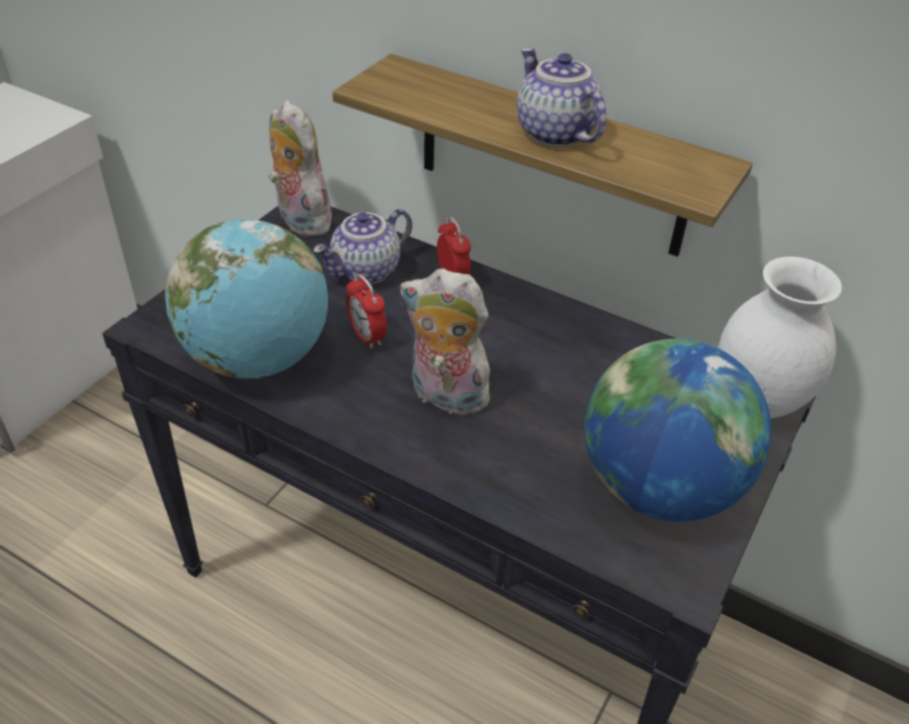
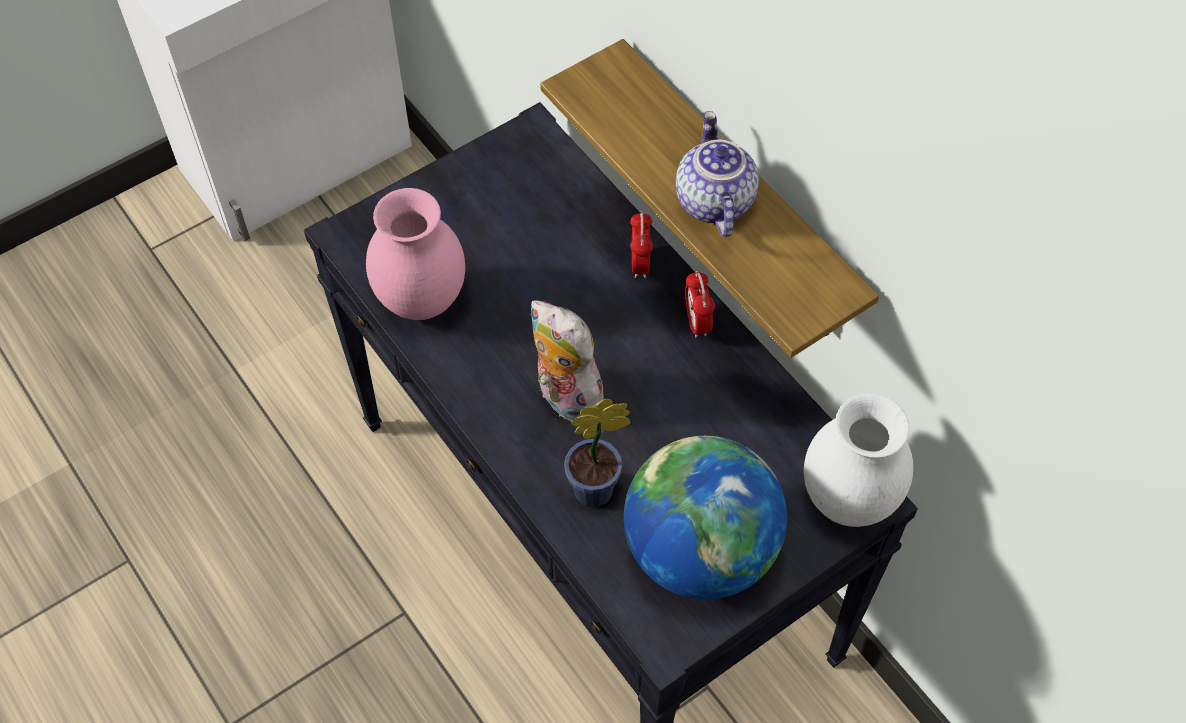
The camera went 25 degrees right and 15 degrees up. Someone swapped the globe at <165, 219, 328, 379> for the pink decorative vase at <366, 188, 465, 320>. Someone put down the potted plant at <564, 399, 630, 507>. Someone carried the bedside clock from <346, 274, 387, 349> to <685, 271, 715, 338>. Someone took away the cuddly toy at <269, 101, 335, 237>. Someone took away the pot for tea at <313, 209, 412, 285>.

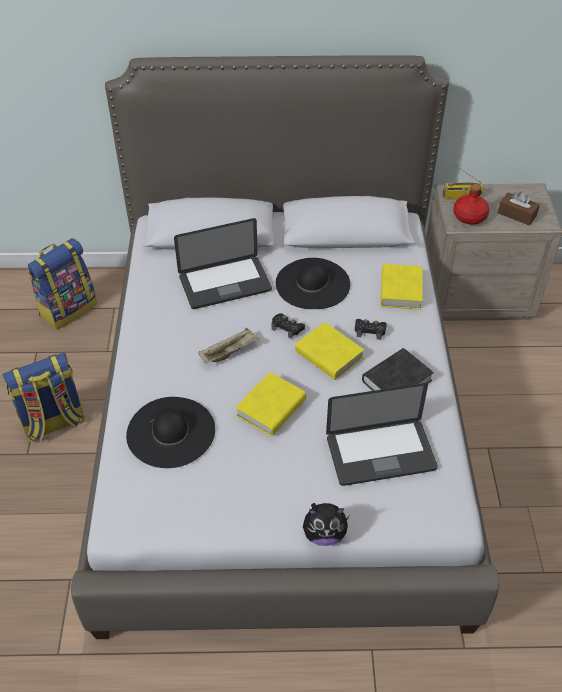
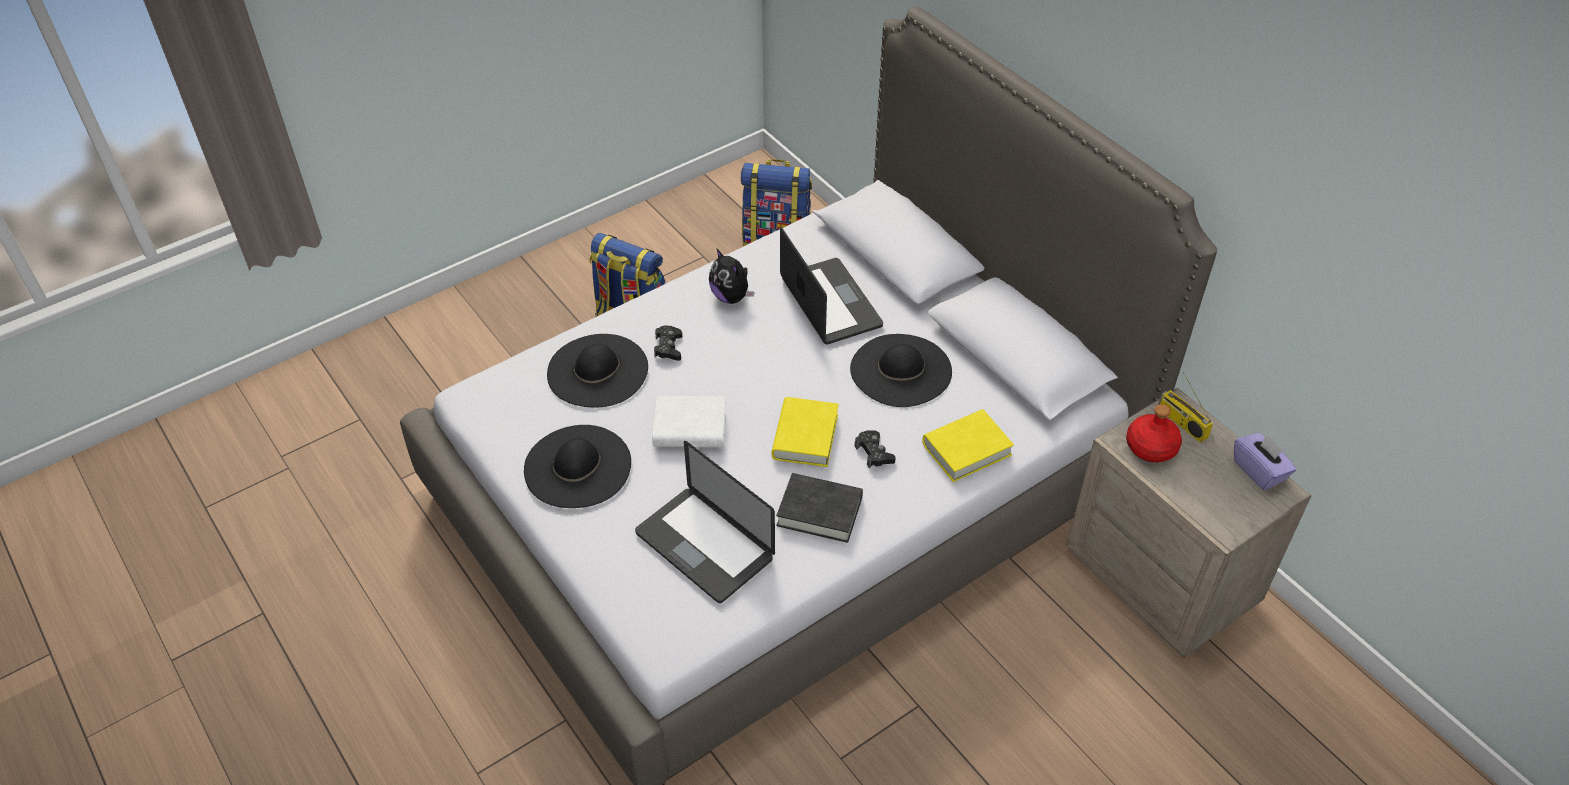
The camera went 55 degrees right and 0 degrees up. Someone put down the black-coloured wearable hat at <524, 425, 631, 508>. Someone repainted the yellowish bound book at <236, 372, 306, 436>, which became the white bound book at <652, 395, 726, 448>. Someone carried the black-coloured gamepad from <272, 313, 305, 339> to <654, 326, 682, 361>. Someone carried the cuddly toy from <303, 503, 350, 546> to <709, 249, 754, 304>. Someone rotated the notebook computer at <174, 218, 272, 309> by 150 degrees counterclockwise. Someone put down the purple-coloured box of tissues at <1234, 433, 1297, 490>. Someone took away the beige-coloured serving tray at <199, 328, 259, 364>. Someone took away the brown-coloured box of tissues at <498, 191, 540, 225>.

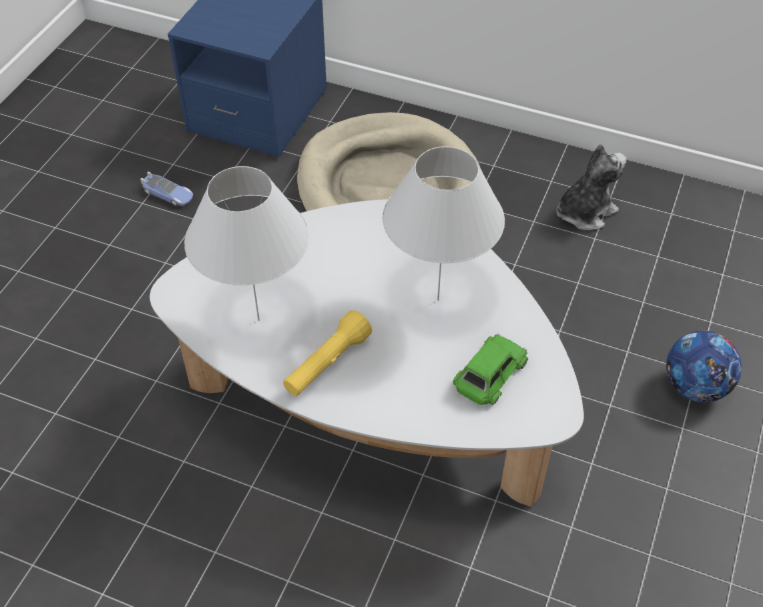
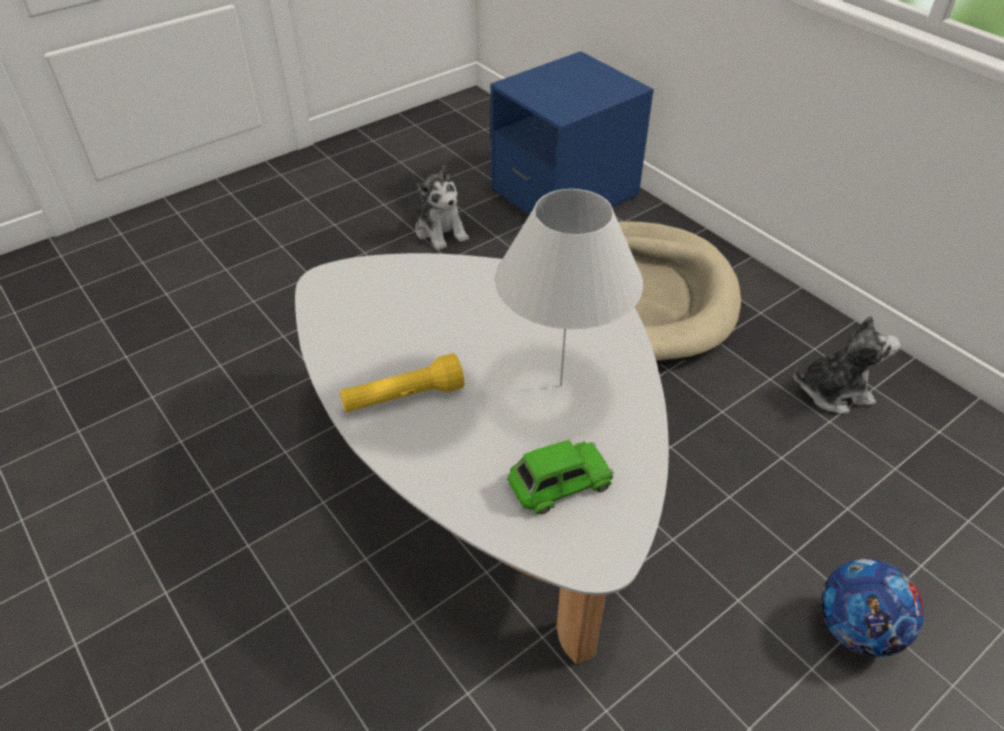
The camera went 30 degrees right and 5 degrees down. Someone swapped the model car at <140, 172, 193, 206> for the cuddly toy at <415, 165, 469, 250>. Someone took away the white lamp for a table at <184, 166, 309, 321>.

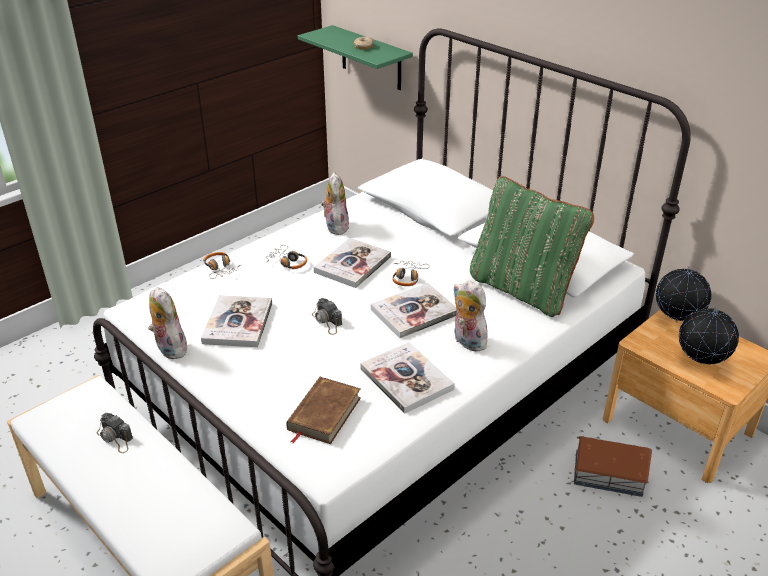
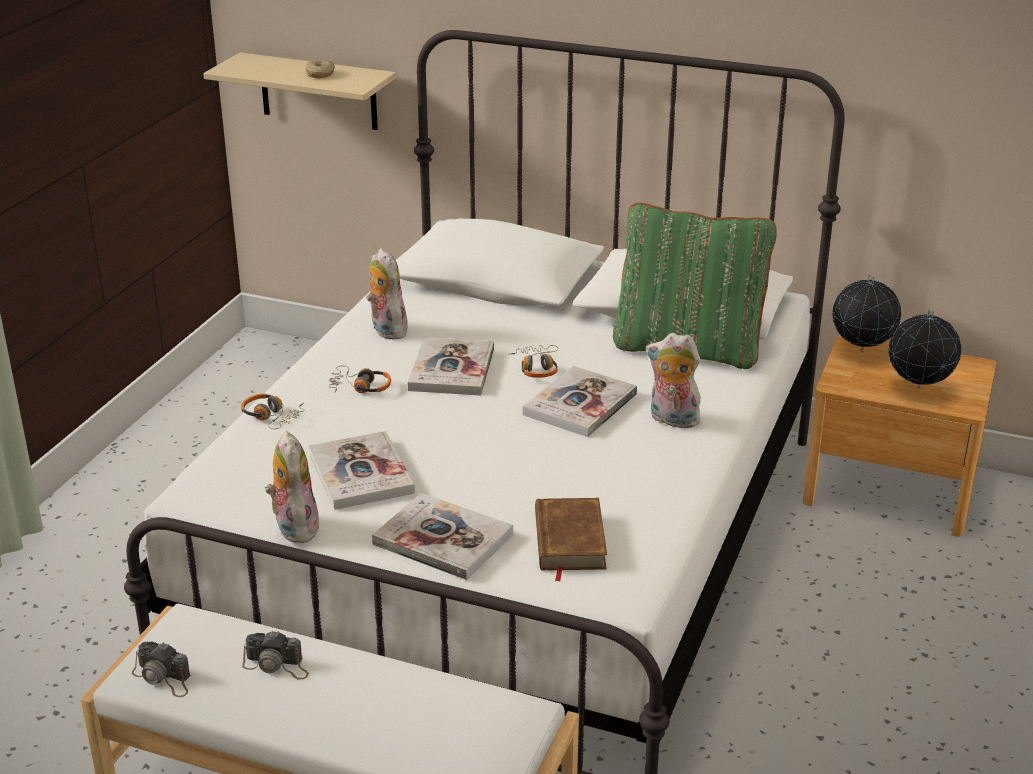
The camera went 25 degrees left and 5 degrees down. Someone carried the photo camera from <312, 298, 342, 335> to <132, 642, 190, 697>. Someone repainted the greenish bracket shelf at <298, 25, 413, 90>, which became the beige-coloured bracket shelf at <203, 52, 396, 130>. Someone rotated the cuddly toy at <148, 287, 187, 359> by 45 degrees clockwise. Someone carried the bound book from <360, 342, 455, 414> to <372, 493, 513, 580>. Someone took away the toy house at <574, 436, 652, 497>.

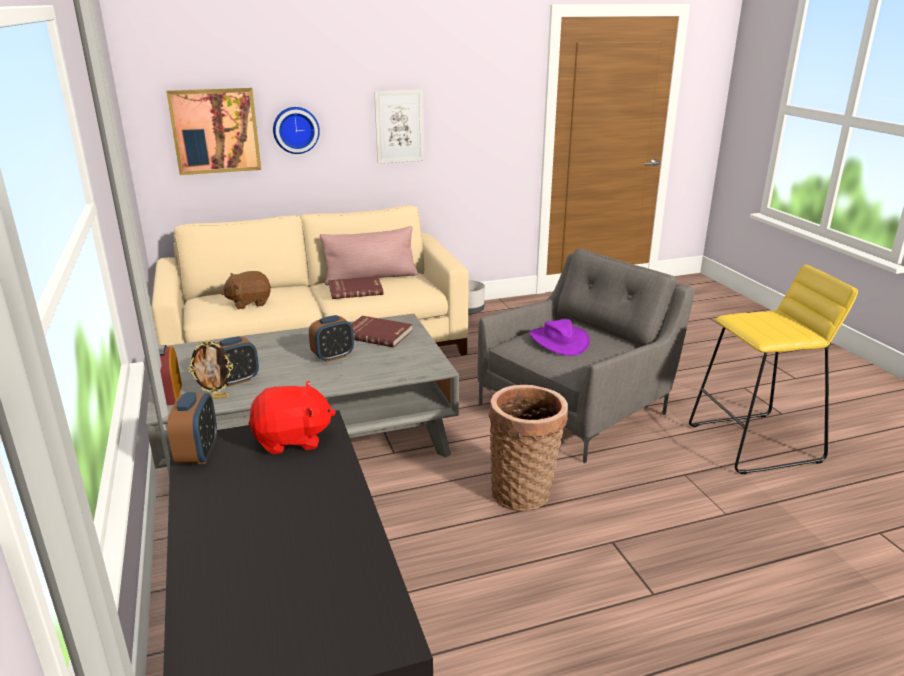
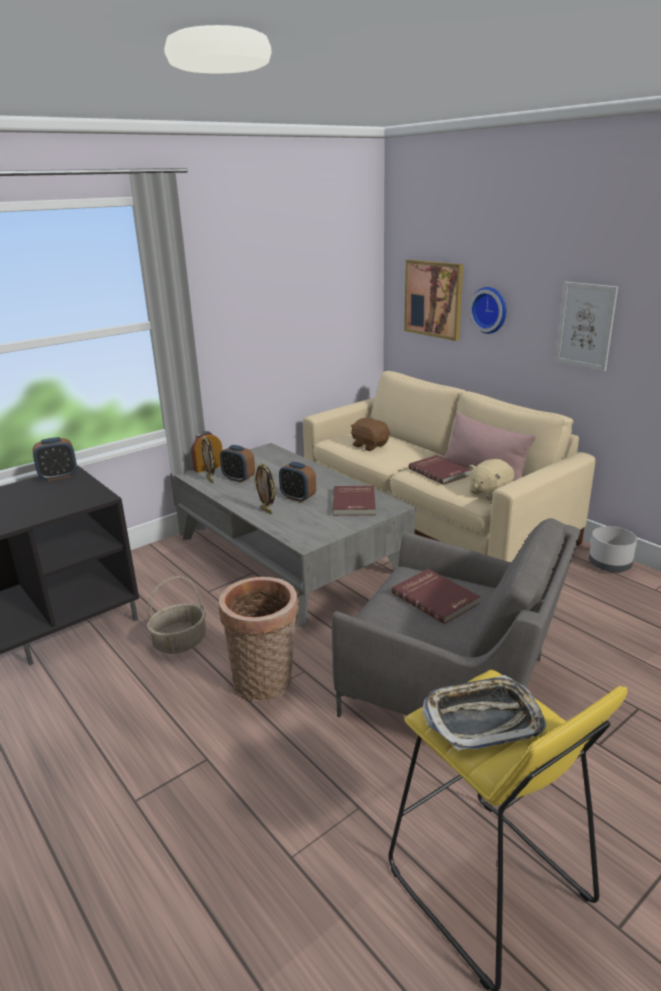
The camera went 70 degrees right and 0 degrees up. Someone put down the basket at <147, 576, 206, 654>. Someone put down the photo frame at <254, 463, 275, 514>. Someone swapped the purple-coloured wearable hat at <530, 319, 590, 356> for the reddish bound book at <392, 569, 480, 624>. Someone put down the serving tray at <422, 675, 546, 751>. Someone put down the beige-coloured cuddly toy at <469, 459, 515, 500>. Someone took away the reddish cuddly toy at <248, 381, 336, 454>.

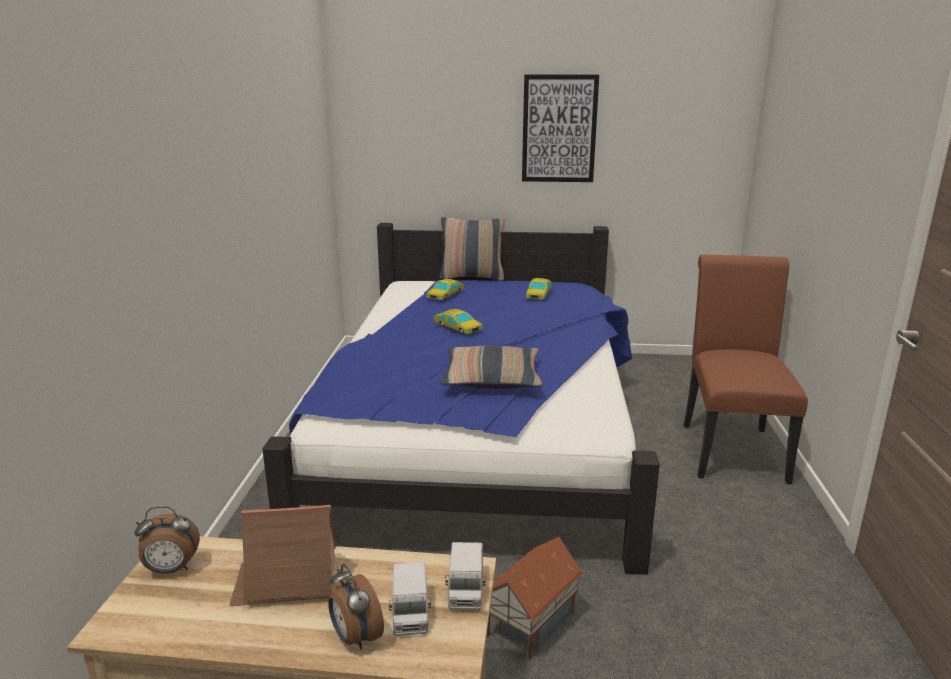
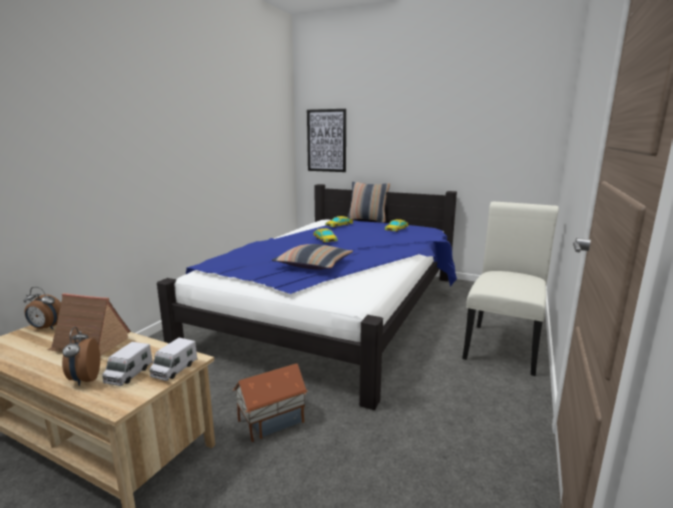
The camera went 20 degrees right and 5 degrees down. Someone carried the picture from <522, 75, 599, 182> to <307, 109, 346, 172>. Someone repainted the brown-coloured chair at <684, 255, 808, 484>, which became the white chair at <462, 202, 559, 376>.

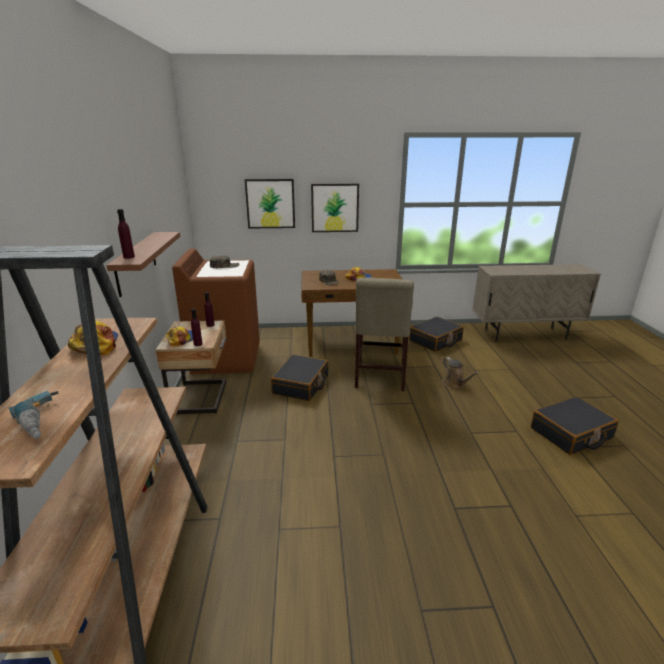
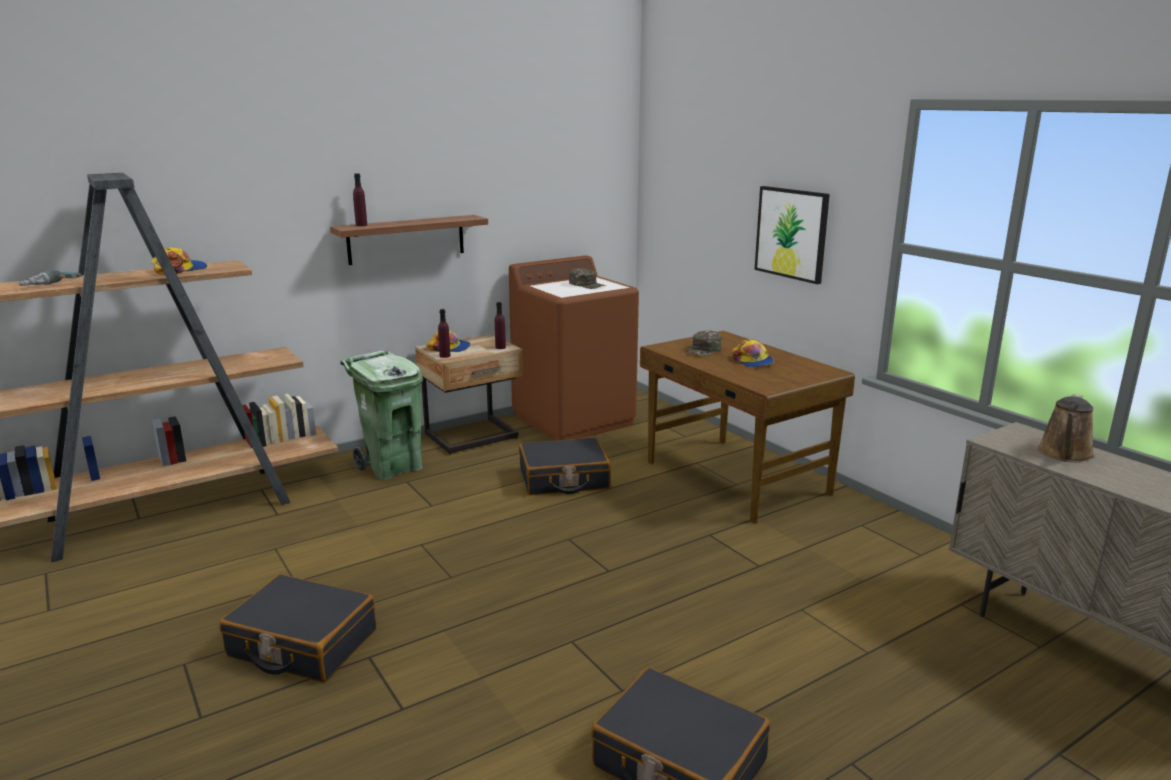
The camera went 60 degrees right and 5 degrees down. Someone carried the black-coloured travel case from <409, 317, 464, 352> to <219, 574, 376, 682>. Someone put down the greenish trash can at <340, 351, 423, 480>. Someone carried the brown-coloured sprinkling can from <442, 357, 479, 389> to <1037, 394, 1095, 462>. Someone took away the picture at <245, 179, 295, 229>. Someone took away the beige-coloured chair at <355, 278, 414, 391>.

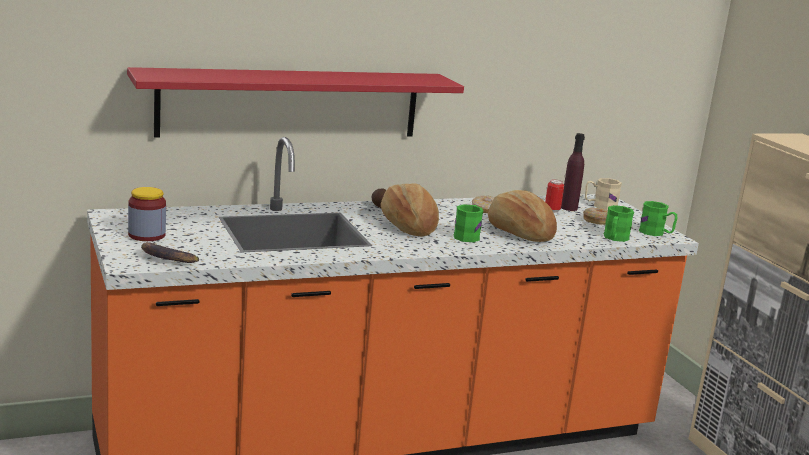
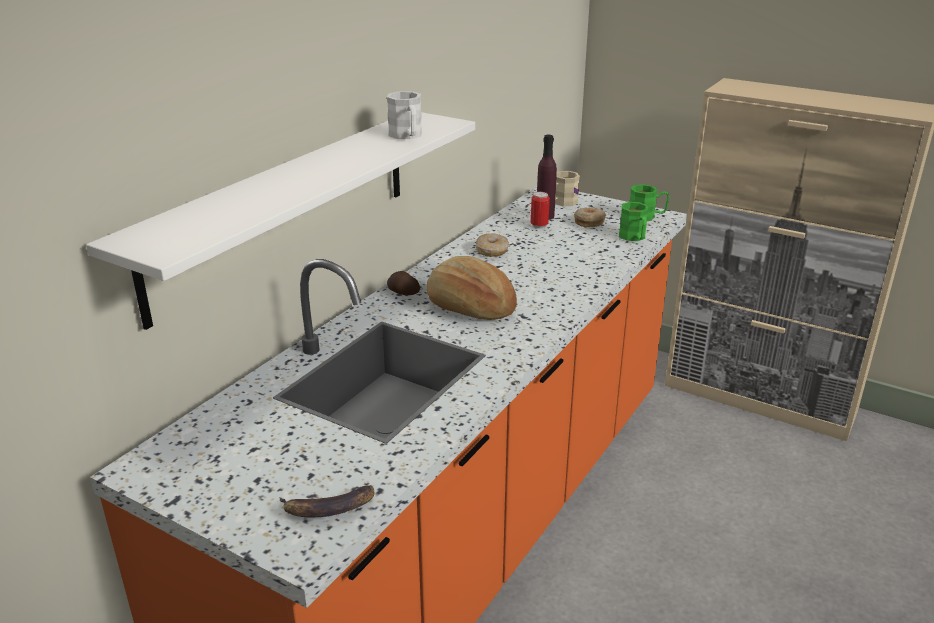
The camera went 35 degrees left and 10 degrees up. Someone repainted the reddish bracket shelf at <127, 67, 464, 138>, which became the white bracket shelf at <86, 112, 475, 330>. Someone put down the white mug at <387, 91, 422, 139>. Someone took away the storage jar at <128, 187, 166, 241>. Someone took away the greenish mug at <454, 204, 483, 242>. Someone took away the bread at <488, 190, 557, 242>.

